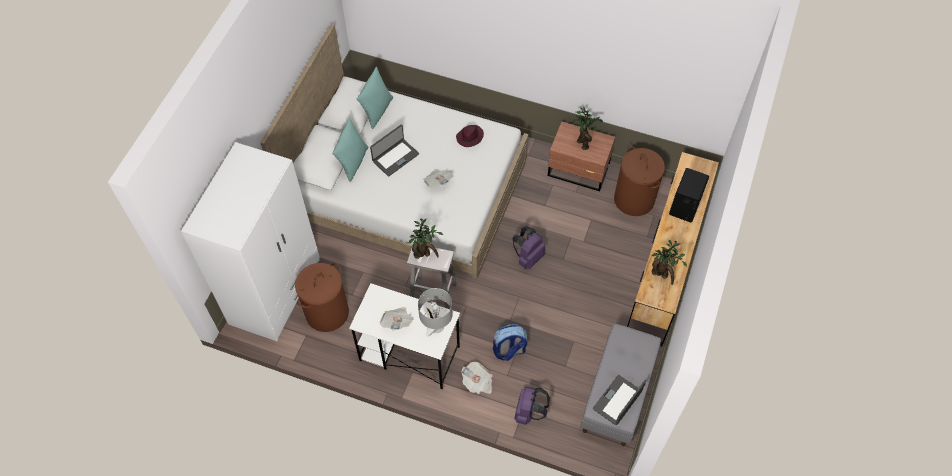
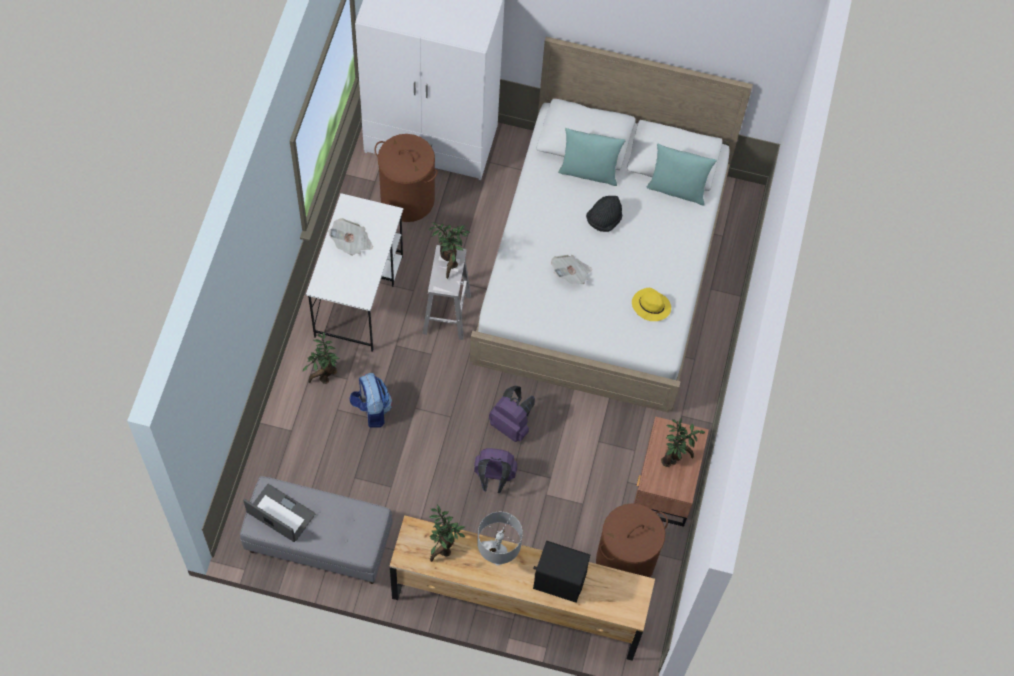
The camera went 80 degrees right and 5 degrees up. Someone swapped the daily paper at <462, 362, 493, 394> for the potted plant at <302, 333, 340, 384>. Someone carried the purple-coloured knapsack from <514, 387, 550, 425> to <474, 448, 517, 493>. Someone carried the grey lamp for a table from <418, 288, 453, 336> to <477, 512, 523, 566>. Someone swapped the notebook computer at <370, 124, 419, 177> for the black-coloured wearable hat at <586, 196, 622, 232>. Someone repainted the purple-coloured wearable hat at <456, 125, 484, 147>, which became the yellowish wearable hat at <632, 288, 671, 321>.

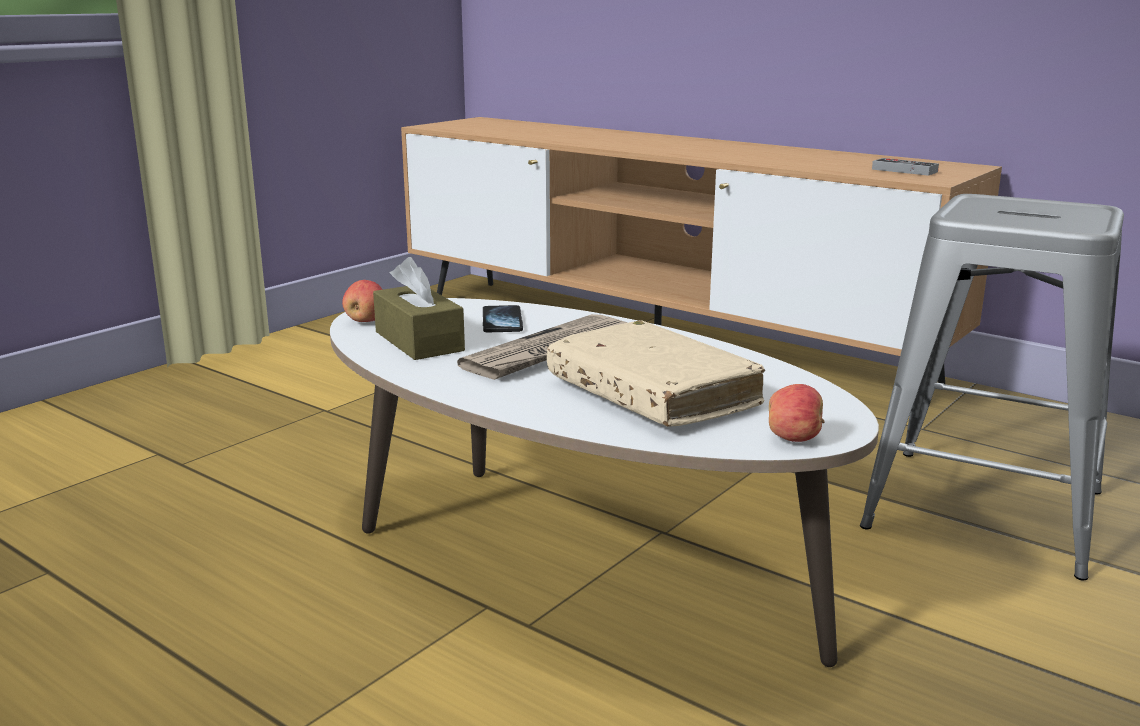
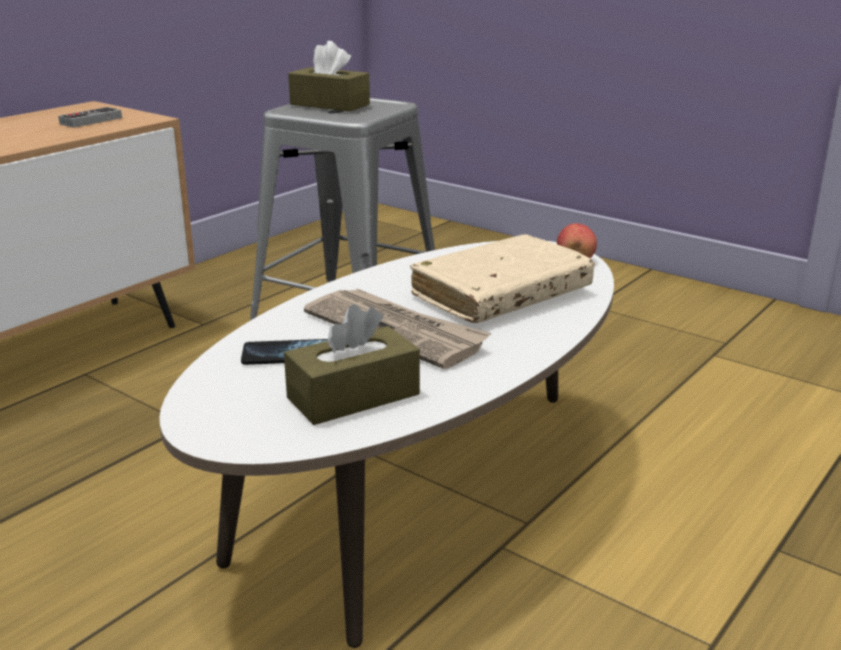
The camera went 90 degrees left and 5 degrees up. Someone put down the brown-coloured box of tissues at <288, 41, 370, 112>. Someone took away the whole apple at <342, 280, 383, 322>.

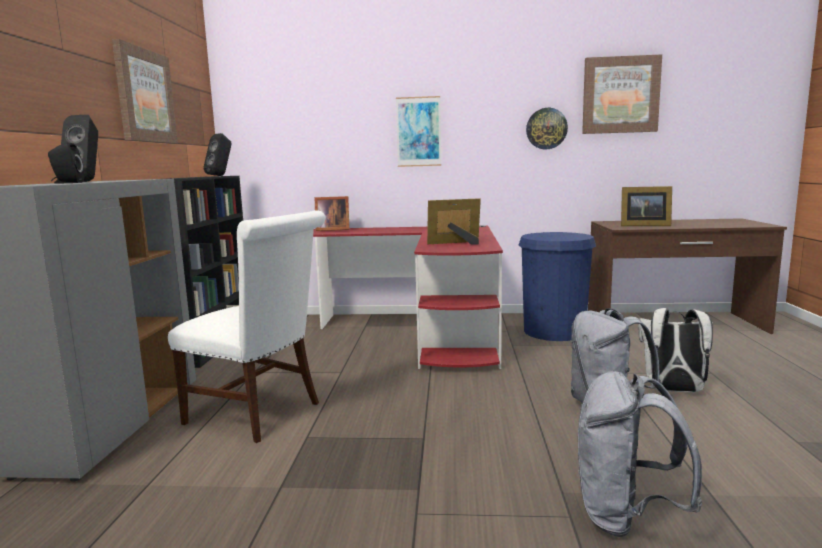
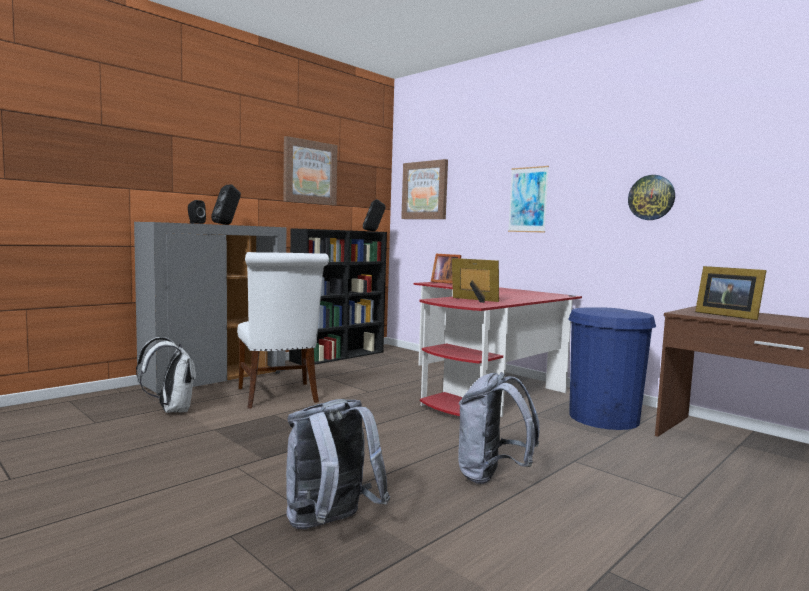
The camera went 40 degrees right and 5 degrees down. Someone carried the white knapsack from <638, 308, 713, 392> to <136, 337, 196, 413>. Someone carried the picture from <582, 54, 662, 134> to <401, 159, 448, 219>.

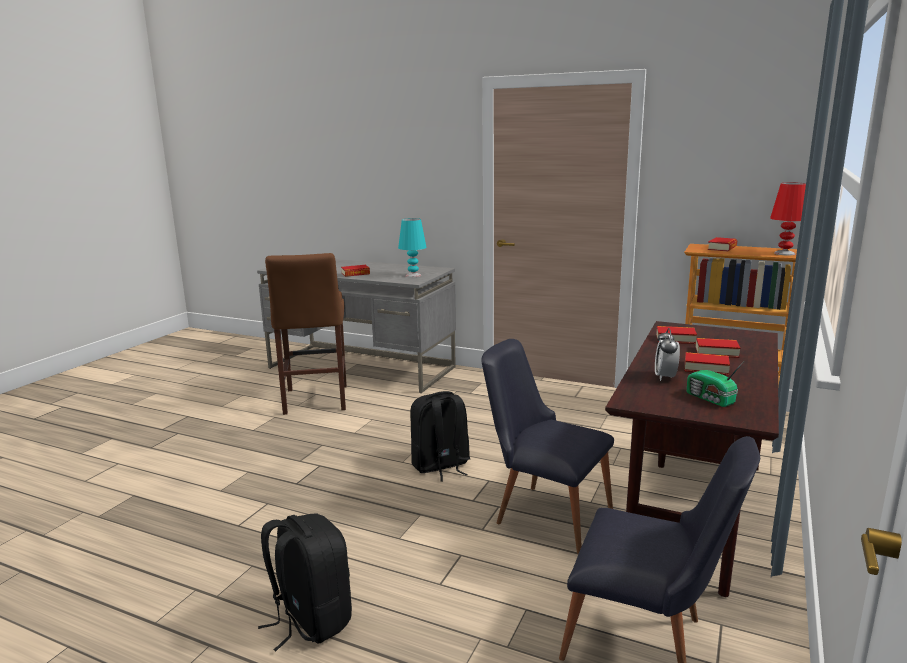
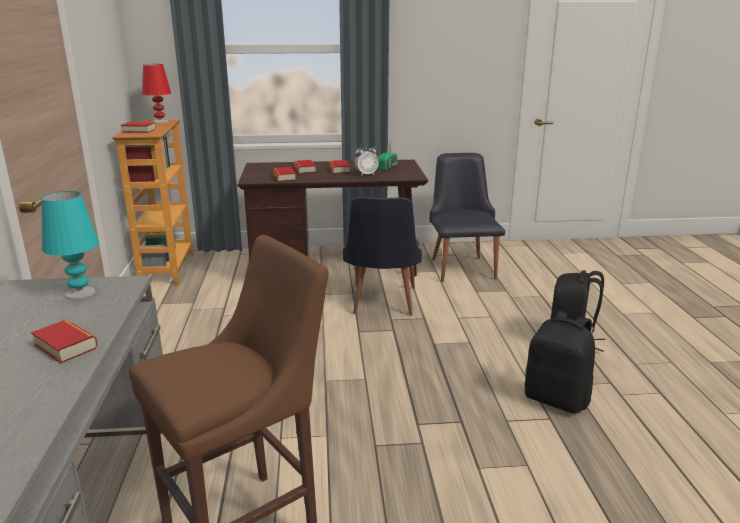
The camera went 120 degrees left and 5 degrees up. Someone carried the black-coloured knapsack from <410, 391, 470, 482> to <525, 311, 595, 414>.

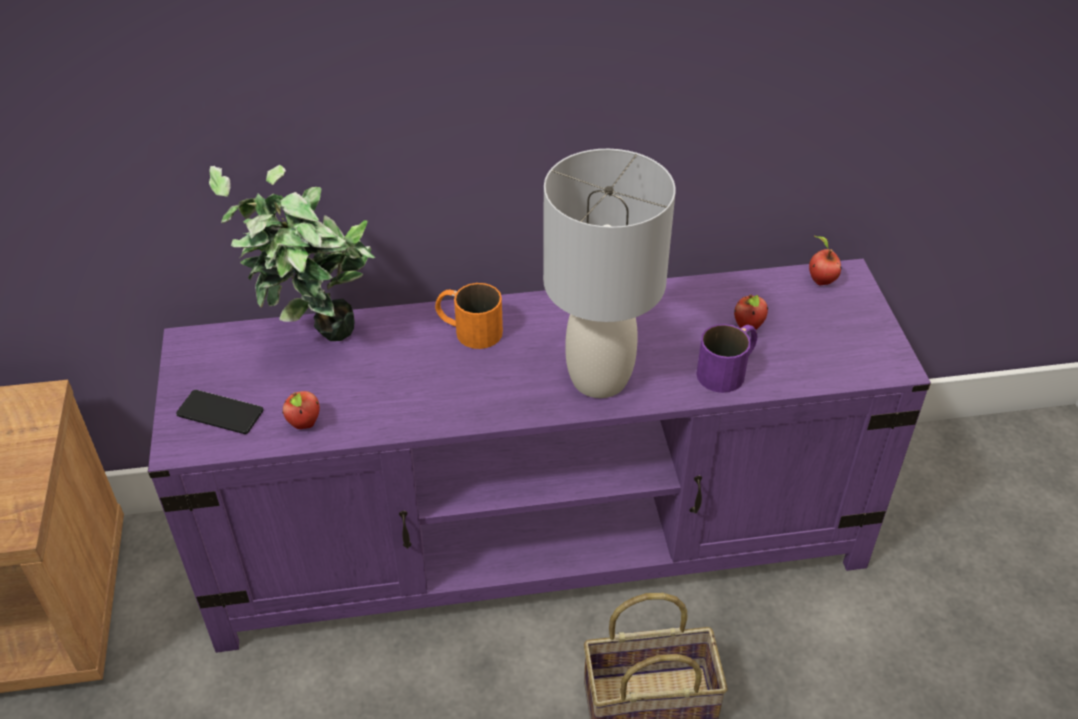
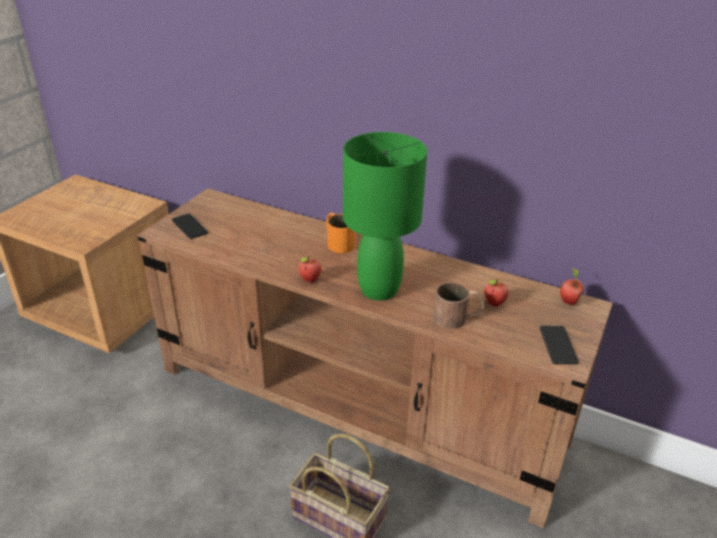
The camera went 35 degrees right and 10 degrees down. Someone repainted the purple-coloured media console at <148, 259, 931, 653>, which became the brown-coloured media console at <138, 189, 613, 529>. Someone carried the whole apple from <282, 391, 320, 429> to <299, 256, 322, 283>. Someone repainted the grey lamp for a table at <543, 149, 676, 398>, which became the greenish lamp for a table at <343, 132, 427, 301>. Someone repainted the purple-coloured mug at <696, 324, 757, 393>, which became the brown-coloured mug at <433, 282, 484, 329>. Someone put down the phone at <540, 326, 579, 364>. Someone took away the potted plant at <209, 165, 375, 341>.

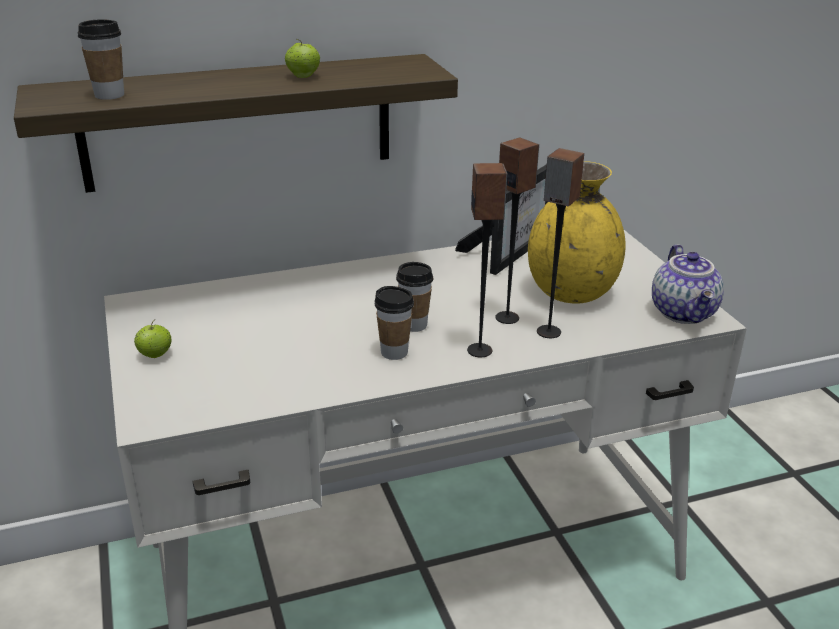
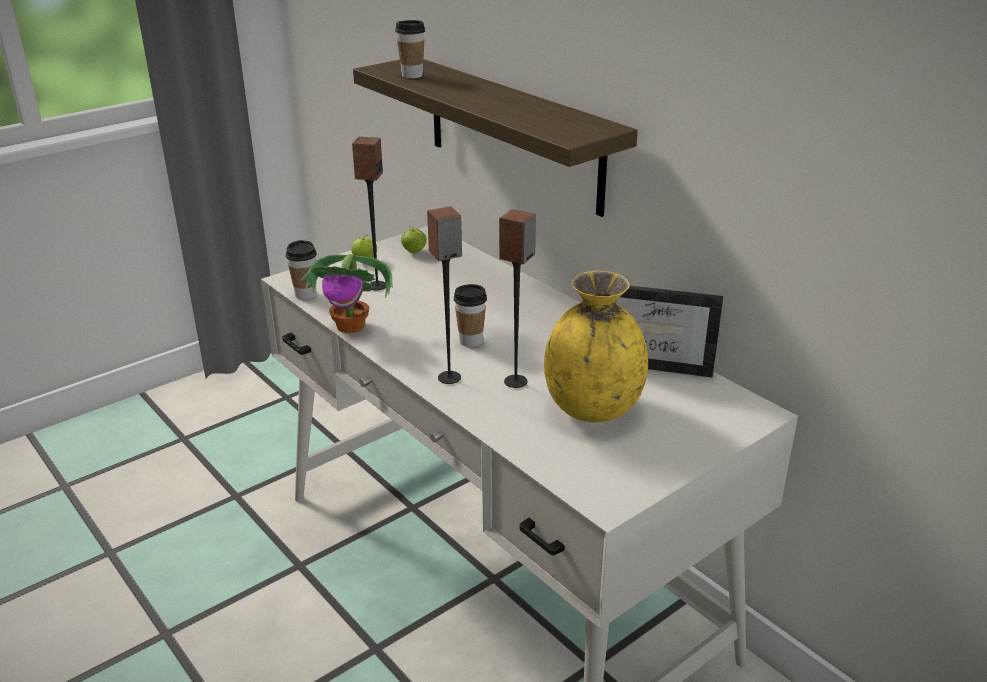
The camera went 70 degrees right and 0 degrees up. Someone carried the cup from <375, 286, 414, 360> to <286, 240, 317, 300>. Someone put down the potted plant at <300, 254, 393, 333>. Someone carried the audio speaker from <537, 148, 584, 338> to <352, 137, 386, 291>. Someone carried the whole apple from <285, 39, 320, 78> to <401, 226, 427, 253>. Someone took away the pot for tea at <652, 244, 724, 324>.

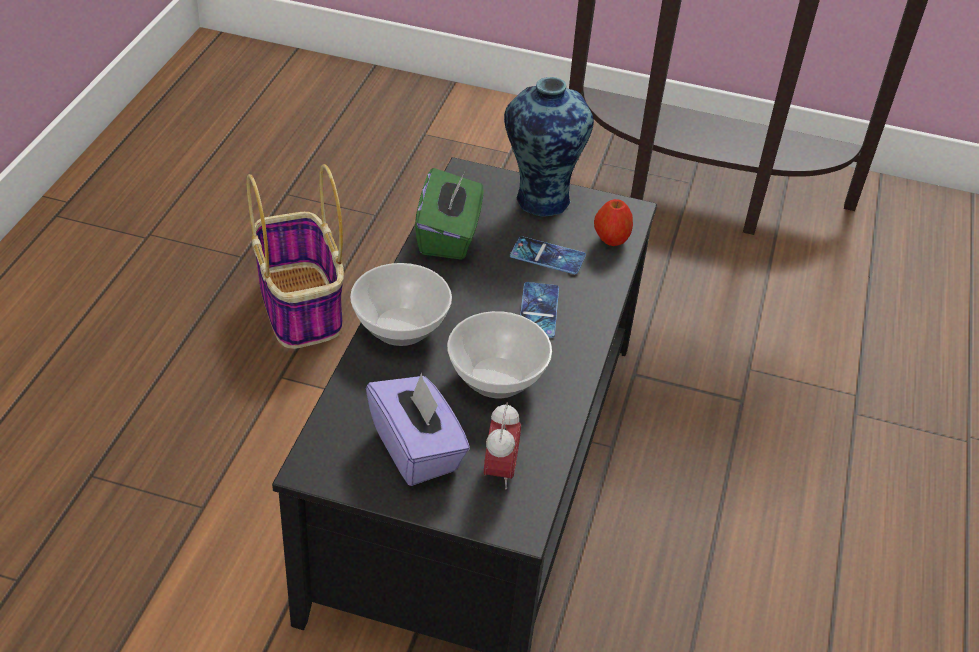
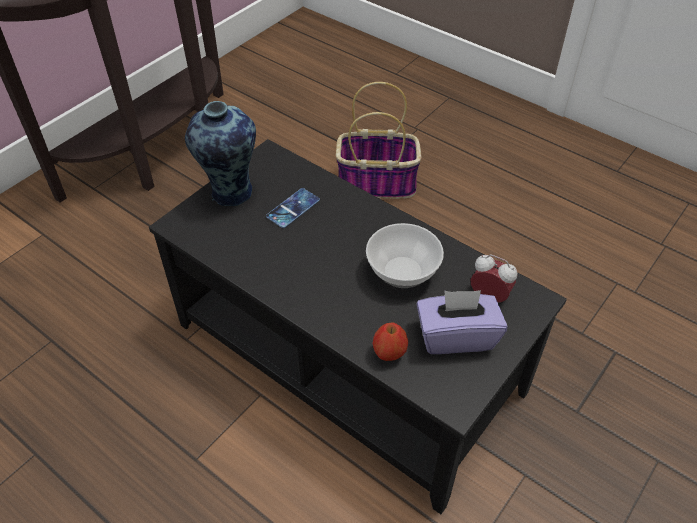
The camera went 65 degrees left and 5 degrees up. Someone carried the basket from <247, 164, 344, 349> to <336, 82, 421, 199>. Someone carried the whole apple from <594, 199, 633, 246> to <373, 323, 408, 361>. Someone took away the serving bowl at <350, 263, 452, 346>. Someone took away the greenish box of tissues at <415, 168, 483, 260>. Someone took away the phone at <520, 282, 559, 338>.

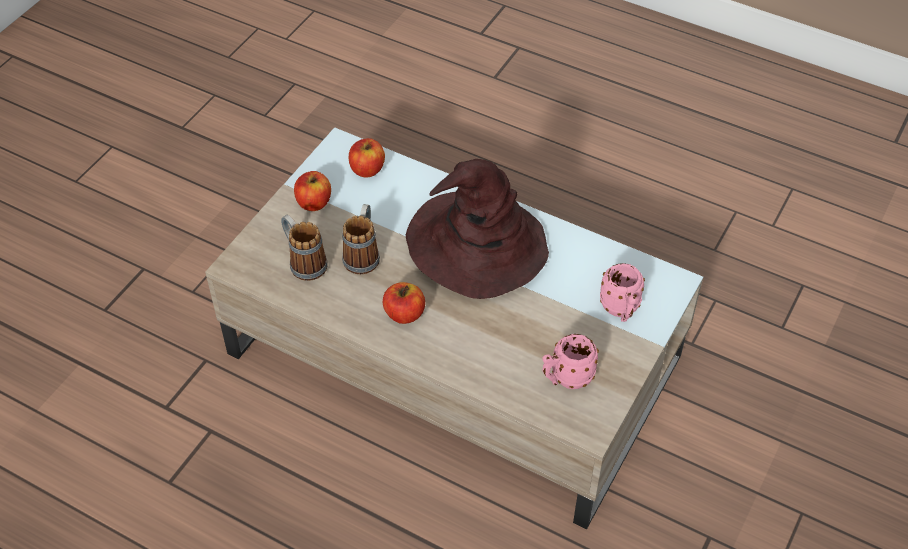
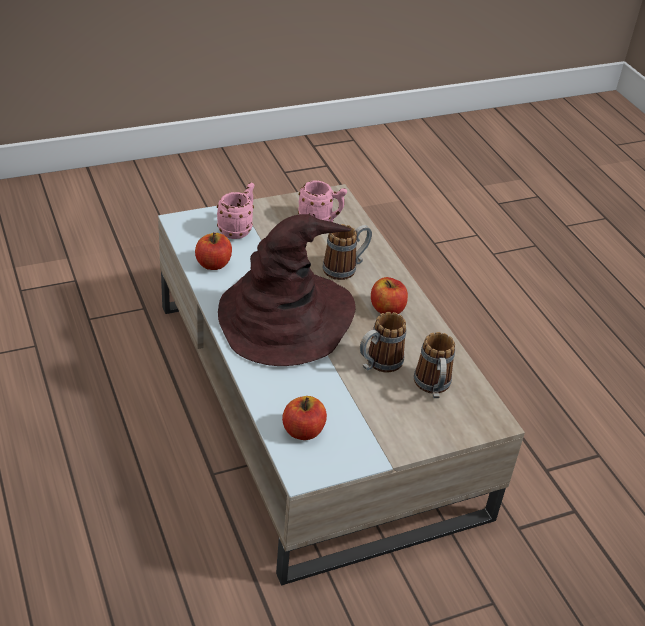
The camera went 145 degrees left and 10 degrees down. Someone carried the whole apple from <294, 171, 331, 211> to <195, 233, 232, 270>. Someone put down the mug at <322, 224, 372, 280>.

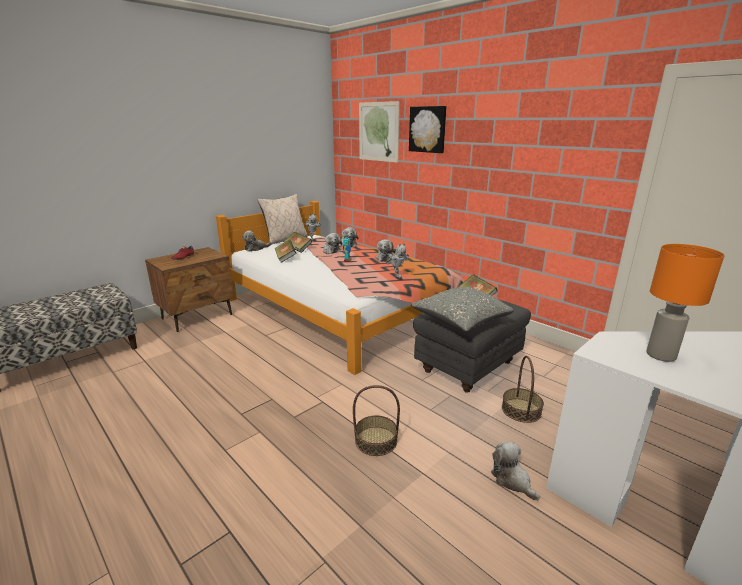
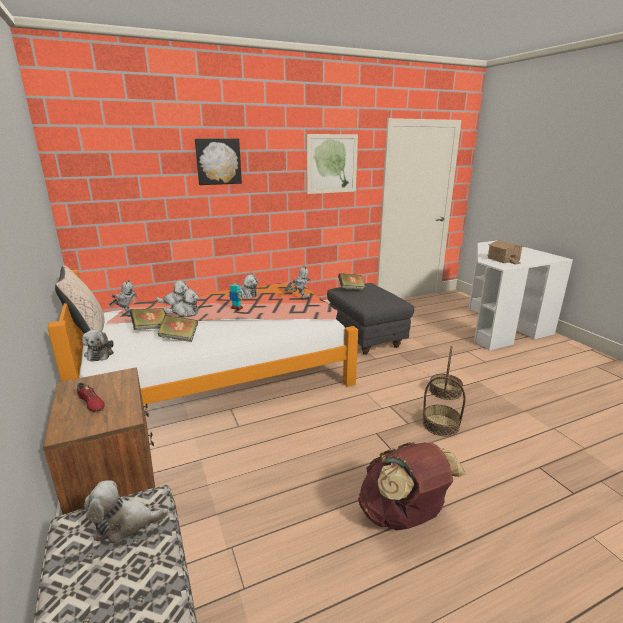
The camera went 70 degrees left and 0 degrees up. Someone carried the cuddly toy from <491, 442, 540, 501> to <84, 481, 169, 544>. Someone carried the picture from <359, 101, 400, 163> to <307, 134, 358, 194>. Someone put down the brown-coloured knapsack at <358, 442, 466, 530>. Someone carried the basket from <502, 356, 544, 423> to <423, 377, 466, 437>. Someone swapped the orange-coloured lamp for a table at <646, 244, 725, 362> for the toy house at <487, 240, 524, 264>. Someone took away the grey throw pillow at <411, 287, 514, 332>.

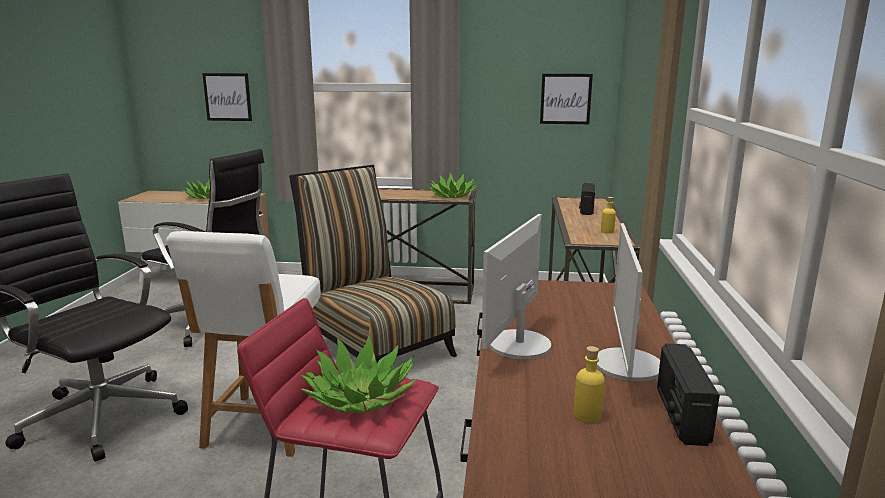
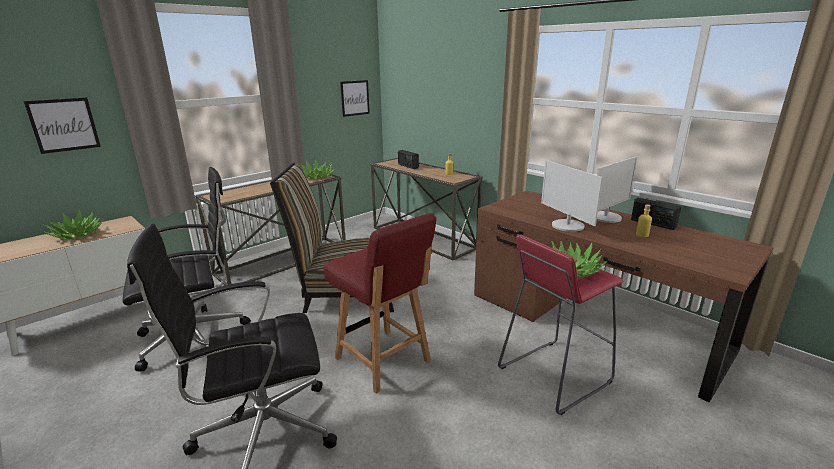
The camera went 50 degrees left and 5 degrees up. Someone repainted the white chair at <166, 231, 321, 457>, which became the reddish chair at <324, 213, 437, 394>. Someone rotated the computer screen at <597, 223, 660, 381> by 90 degrees counterclockwise.

